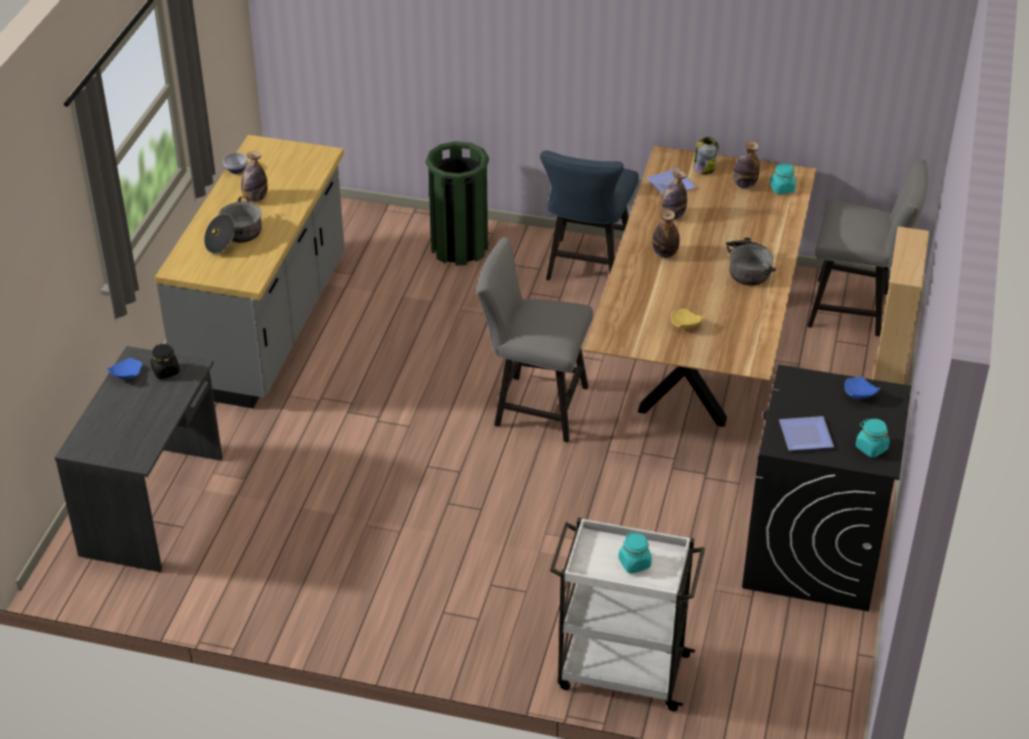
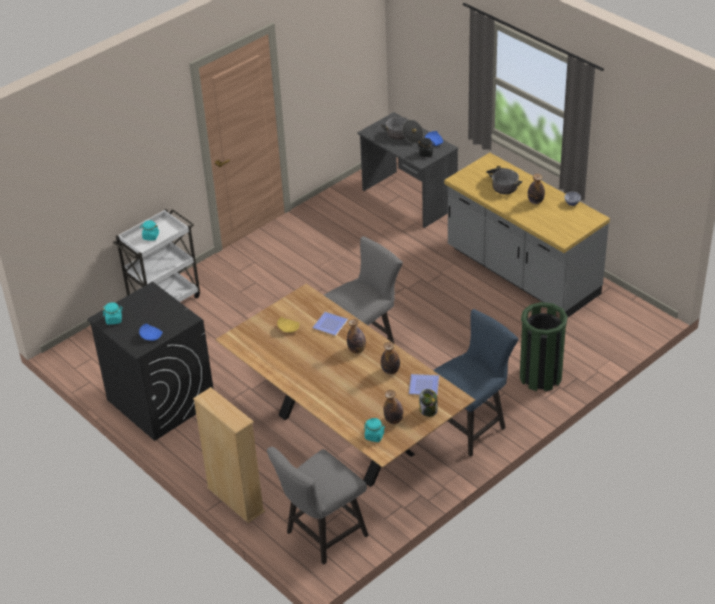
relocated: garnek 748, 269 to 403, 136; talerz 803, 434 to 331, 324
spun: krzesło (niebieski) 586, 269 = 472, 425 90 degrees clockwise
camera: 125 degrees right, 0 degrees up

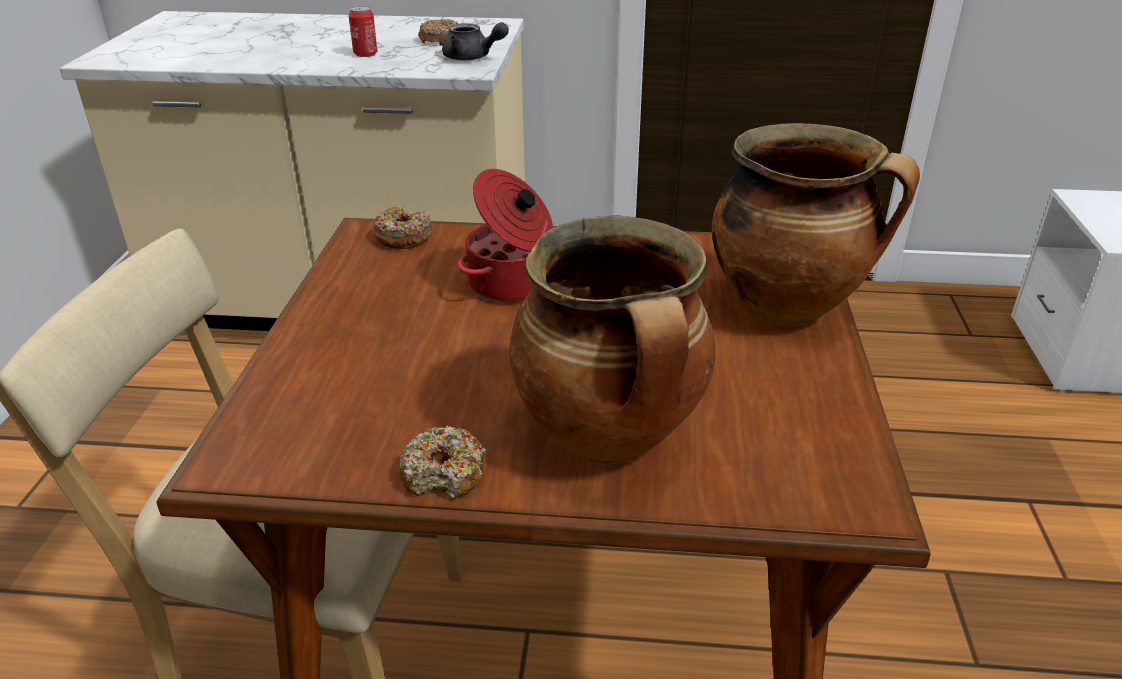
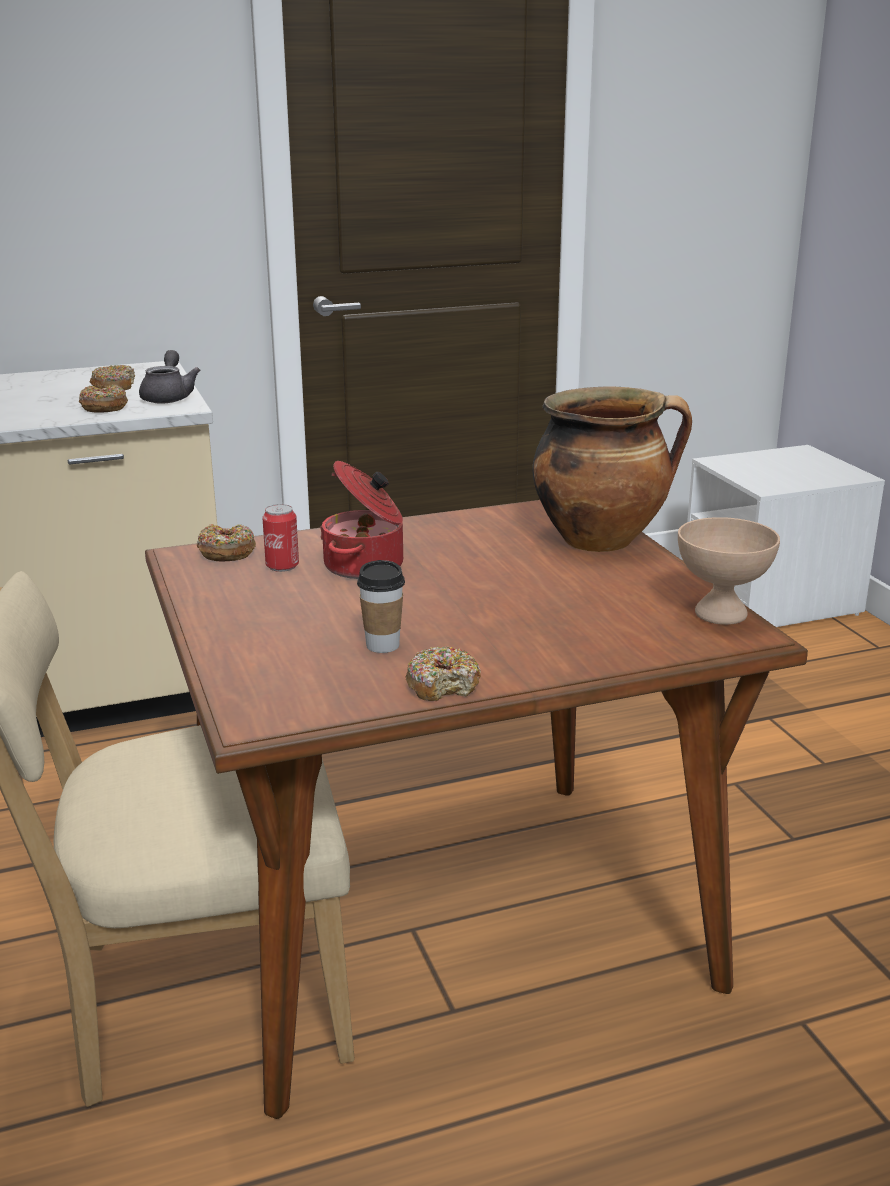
missing: garnek 612, 438
appeared: donut 104, 407; miska (beżowy) 720, 614; filiżanka 382, 645
relocated: puszka 365, 54 to 282, 566
spun: imbryk (szary) 472, 58 = 169, 397 90 degrees counterclockwise
camera: 25 degrees left, 10 degrees down

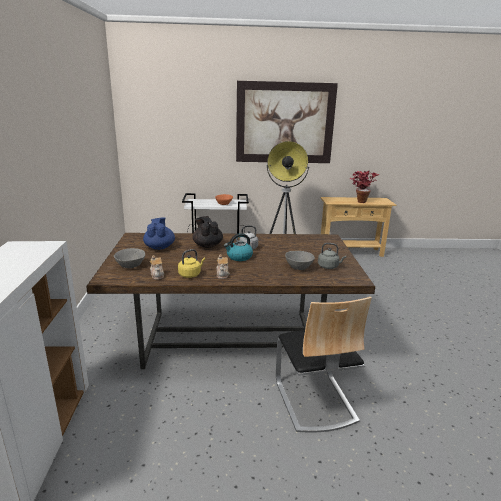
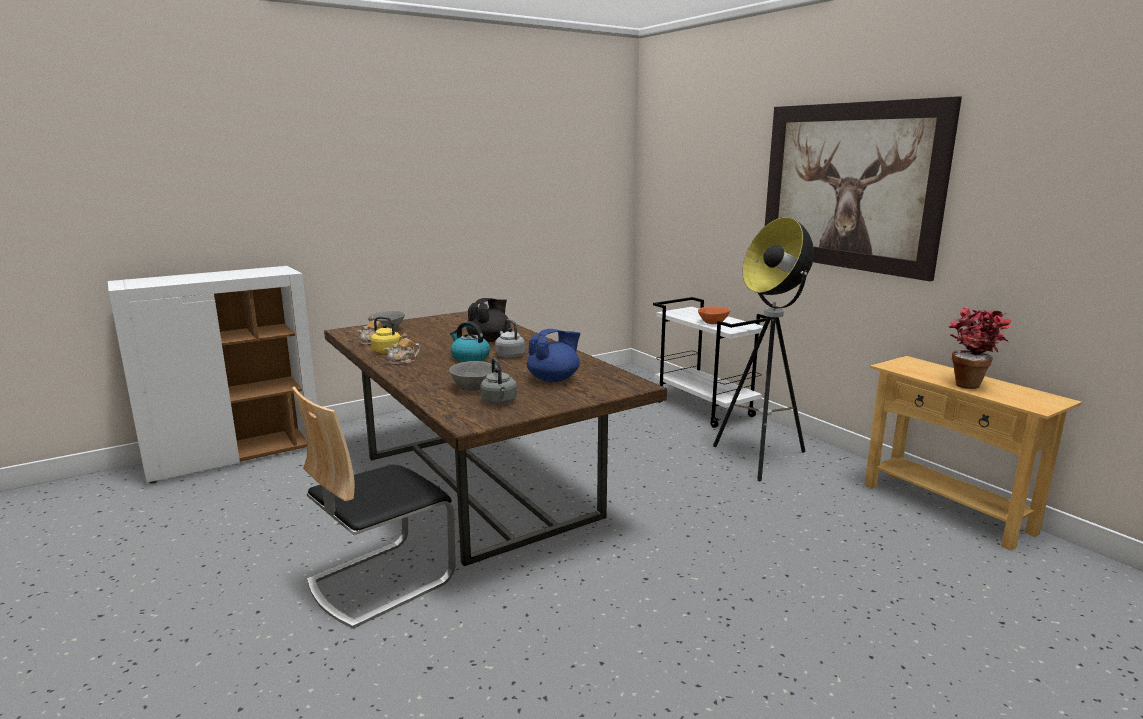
relocated: imbryk (niebieski) 159, 247 to 554, 379
camera: 60 degrees right, 5 degrees down

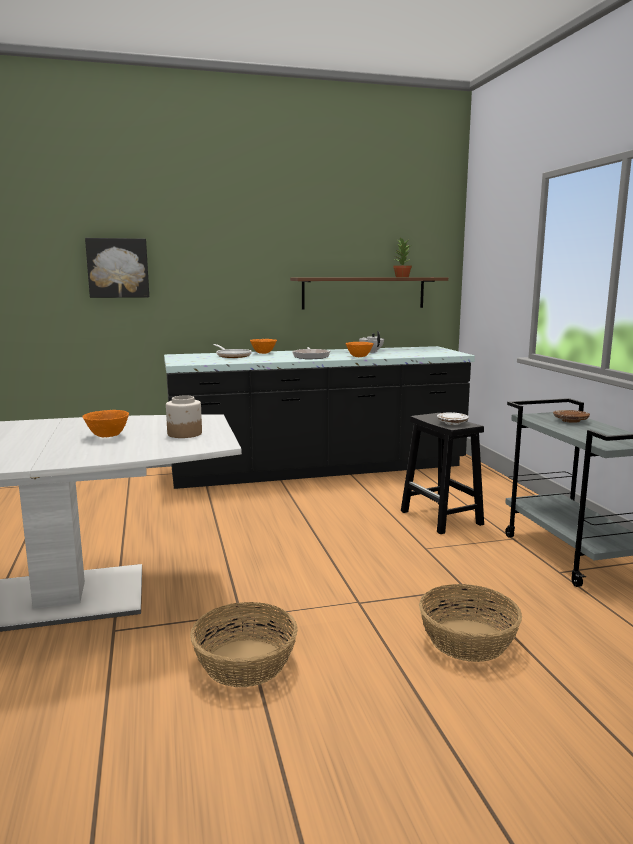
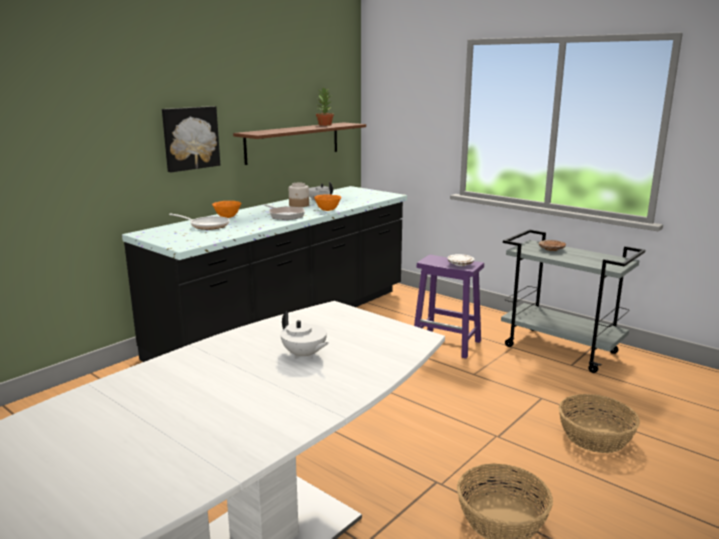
relocated: obraz 118, 268 to 190, 138; słoik 184, 434 to 299, 205
exchanged: miska (pomarańczowy) 107, 436 to imbryk (biały) 304, 355
colour: stołek (czarny) 442, 518 to stołek (fioletowy) 447, 344
camera: 35 degrees left, 5 degrees up

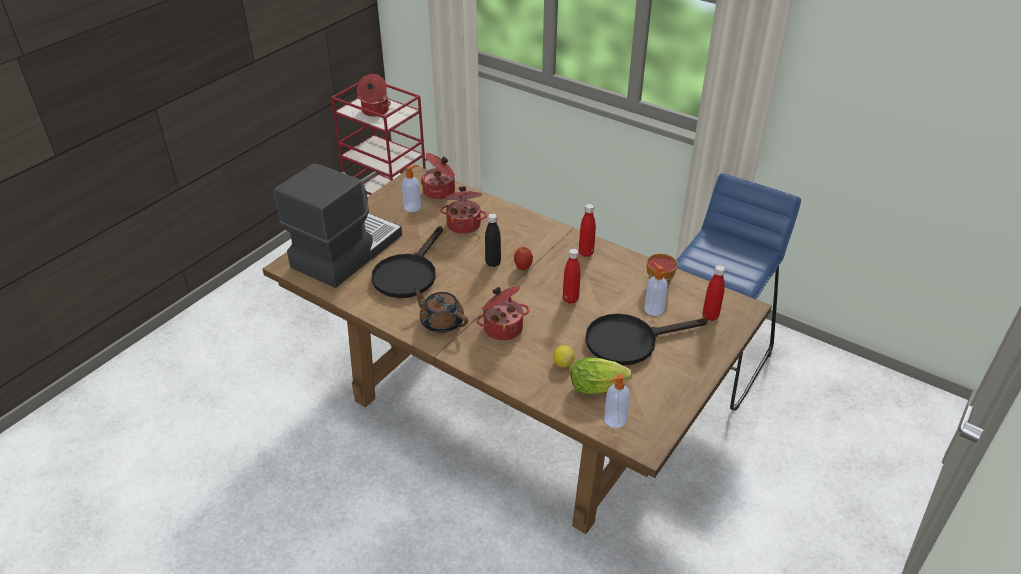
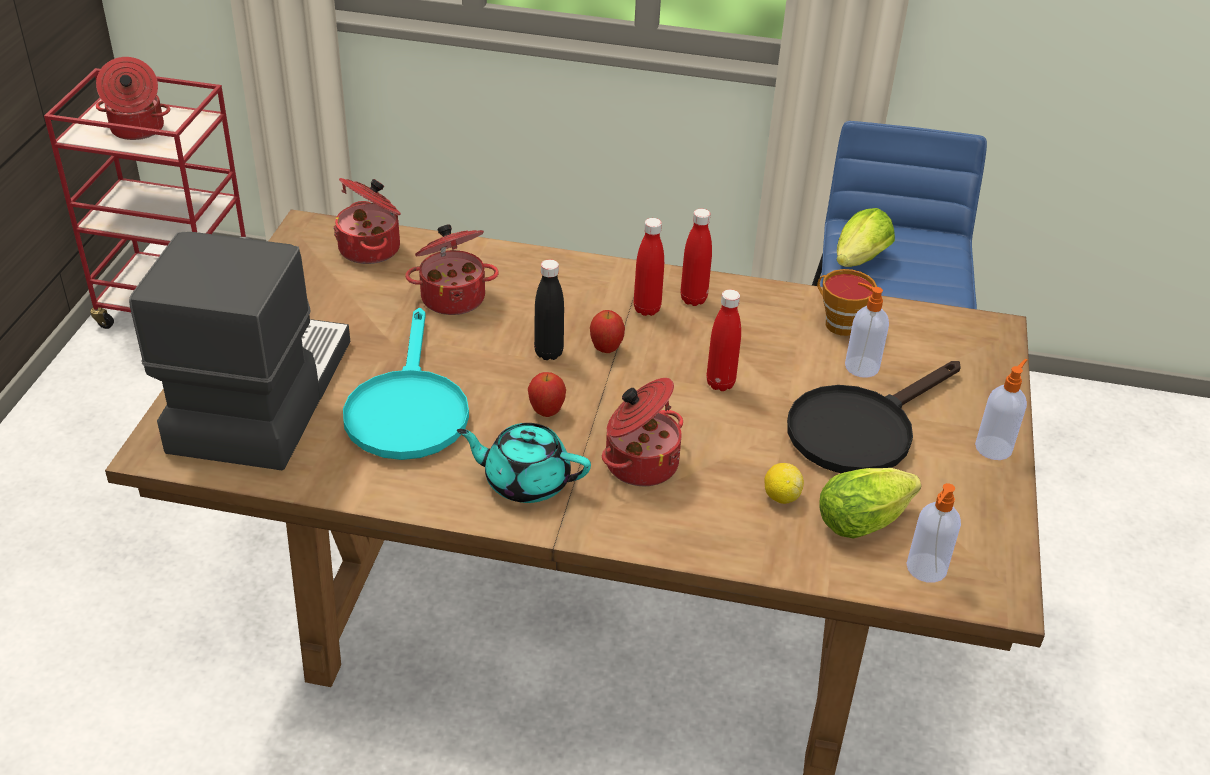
appeared: sałata 857, 263; jabłko 546, 412
relocated: dozownik mydła 413, 207 to 994, 447; butelka (czerwony) 710, 316 to 647, 309
colour: patelnia (czarny) 408, 273 to patelnia (turkusowy) 407, 409; imbryk (brązowy) 441, 322 to imbryk (turkusowy) 525, 481
camera: 25 degrees left, 0 degrees up

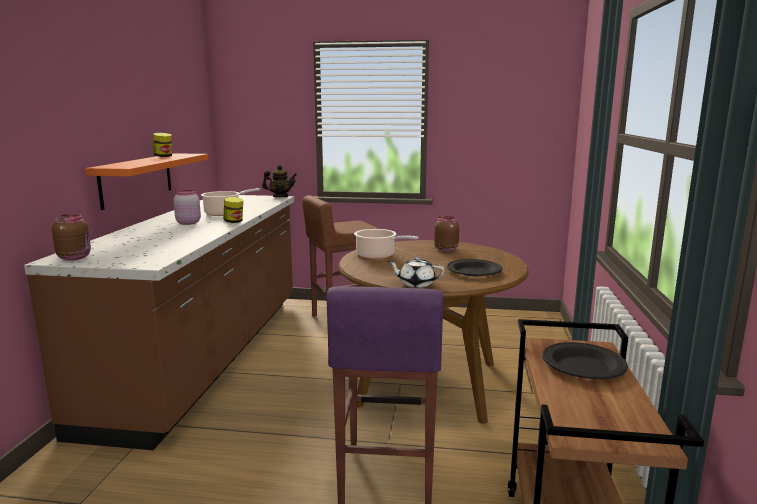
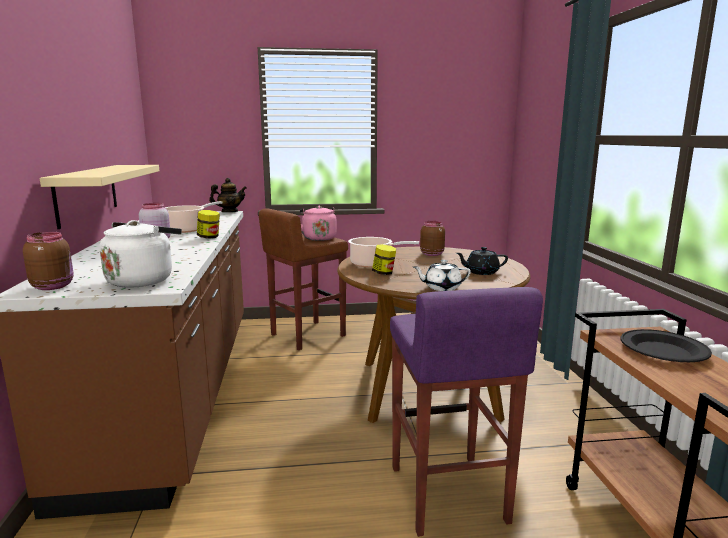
appeared: czajnik (różowy) 318, 238; czajnik (biały) 142, 280
relocated: słoik 163, 156 to 384, 273
exchanged: talerz (czarny) 473, 271 to imbryk (czarny) 481, 272
colour: półka (pomarańczowy) 137, 179 to półka (beżowy) 87, 193
camera: 15 degrees left, 0 degrees up

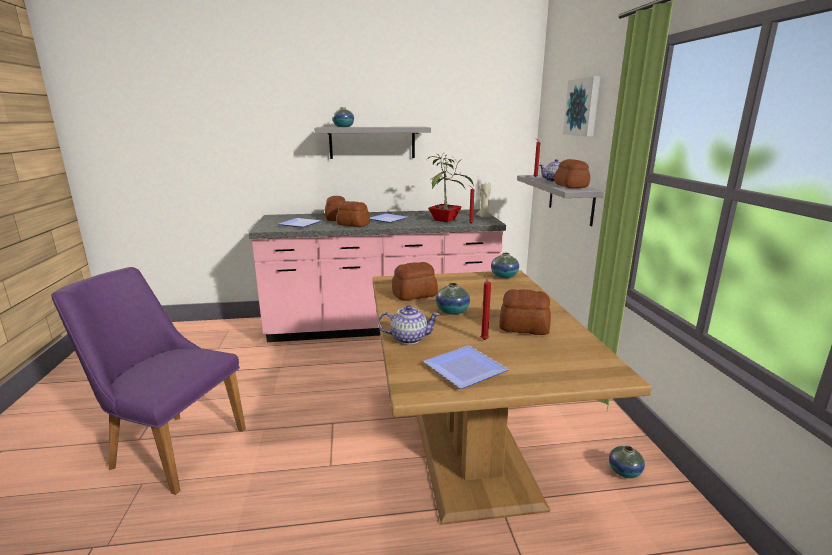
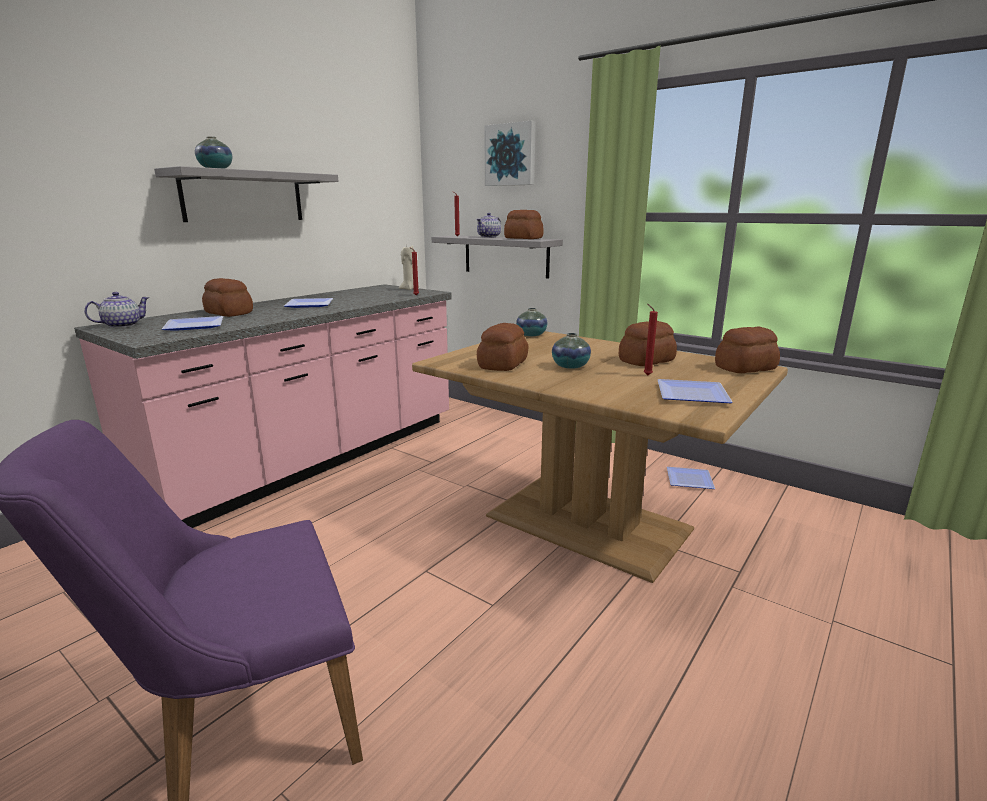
missing: roślina doniczkowa 445, 220
relocated: chleb 353, 224 to 744, 368; imbryk 408, 338 to 122, 325
exchanged: wazon 624, 471 to talerz 688, 480
camera: 45 degrees left, 0 degrees up

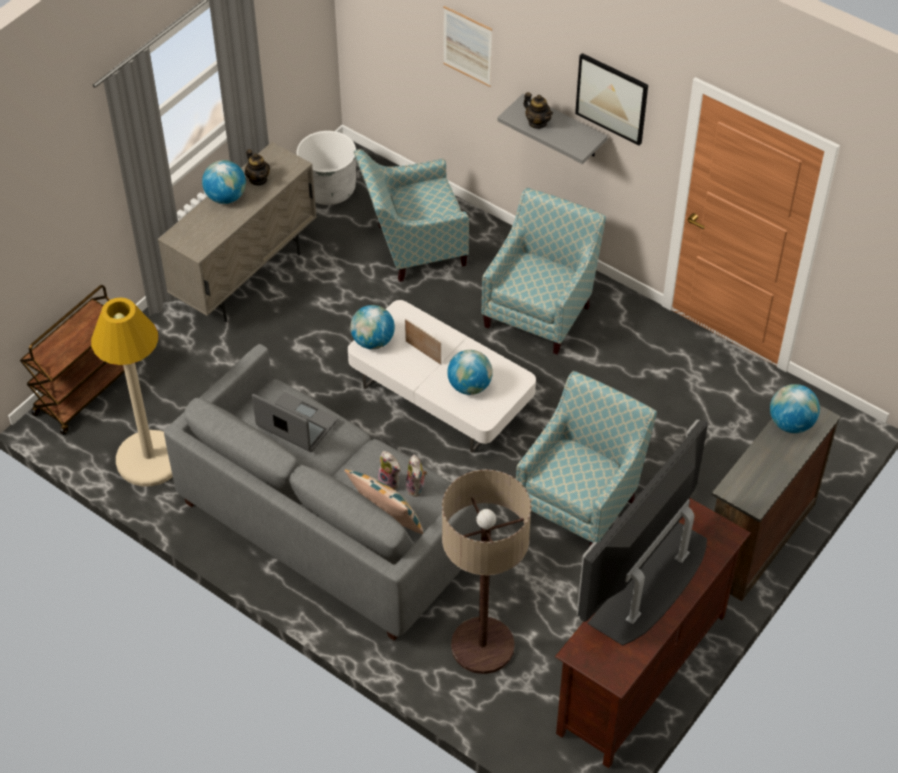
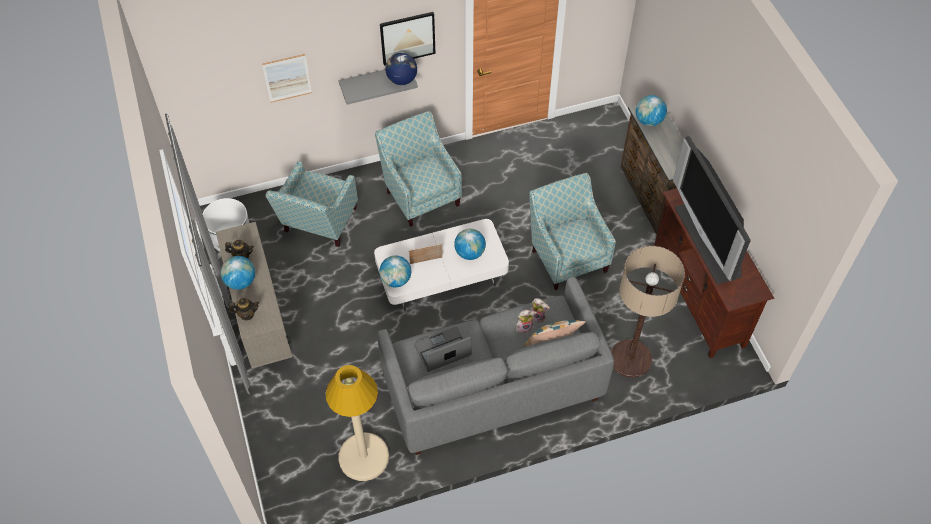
missing: wózek (brązowy) 85, 391
appeared: globus 401, 80
relocated: imbryk 537, 123 to 247, 314
camera: 55 degrees left, 5 degrees up

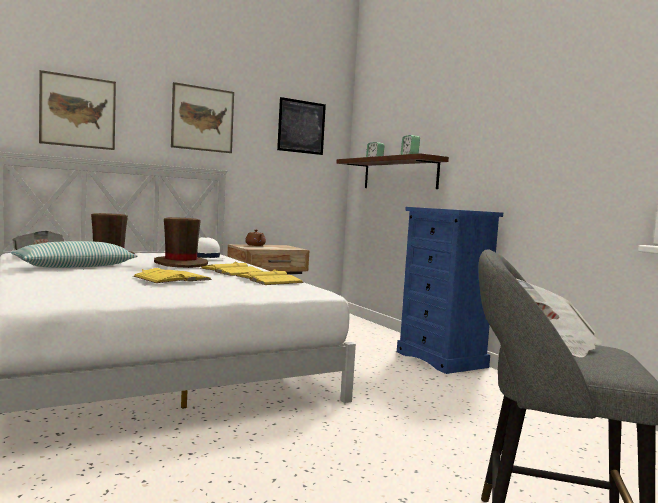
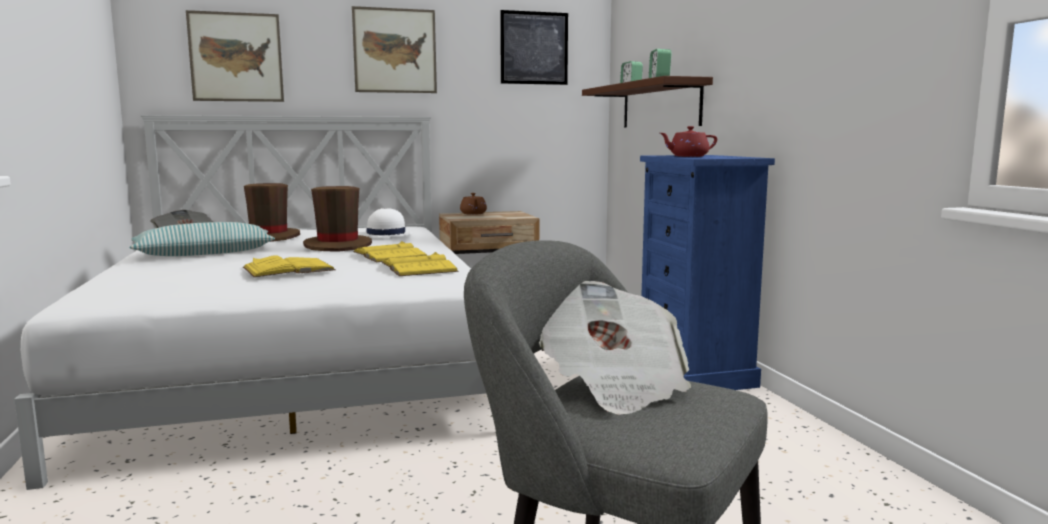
appeared: imbryk (czerwony) 688, 156
camera: 15 degrees right, 5 degrees up

